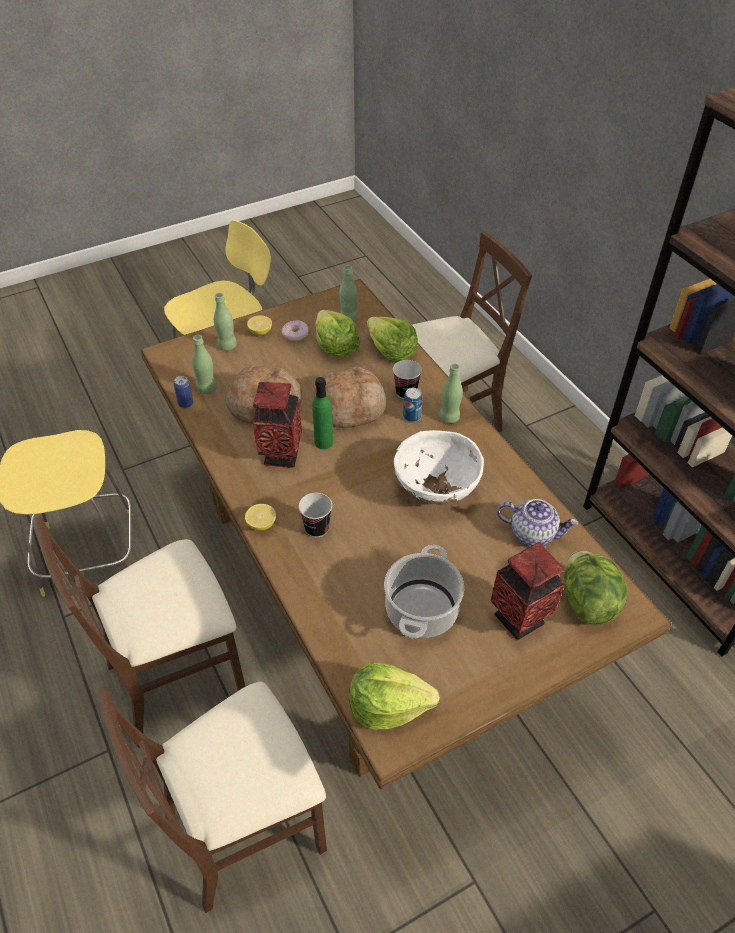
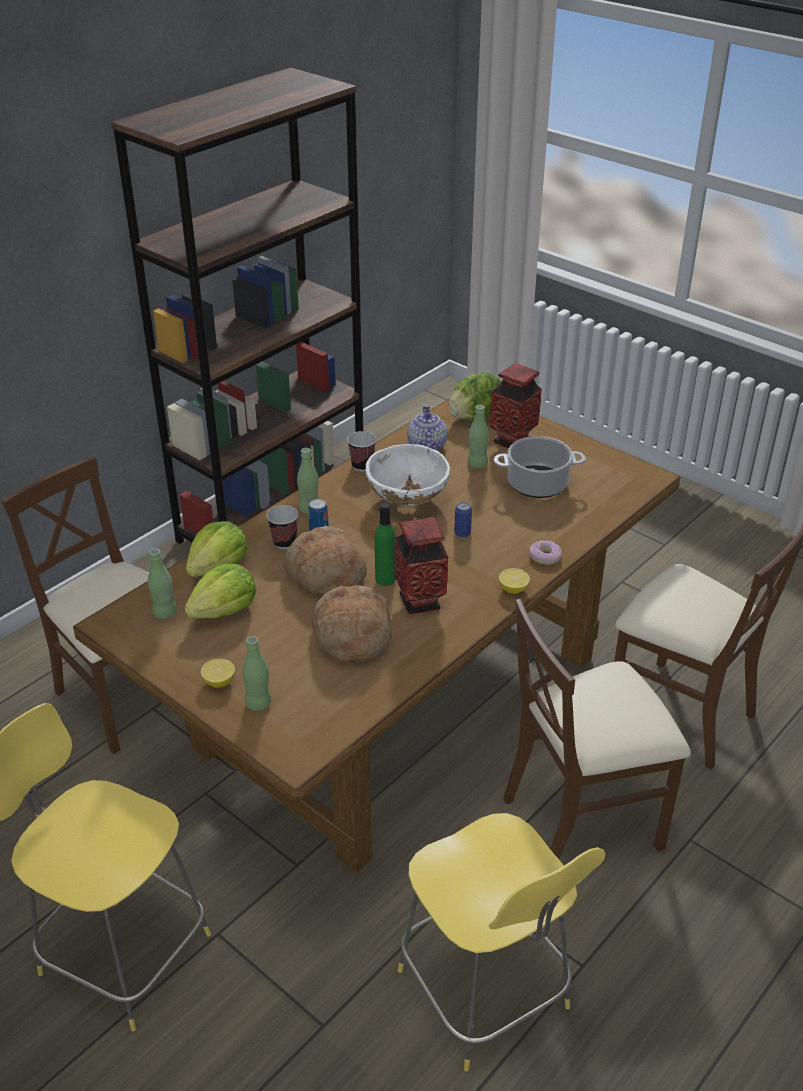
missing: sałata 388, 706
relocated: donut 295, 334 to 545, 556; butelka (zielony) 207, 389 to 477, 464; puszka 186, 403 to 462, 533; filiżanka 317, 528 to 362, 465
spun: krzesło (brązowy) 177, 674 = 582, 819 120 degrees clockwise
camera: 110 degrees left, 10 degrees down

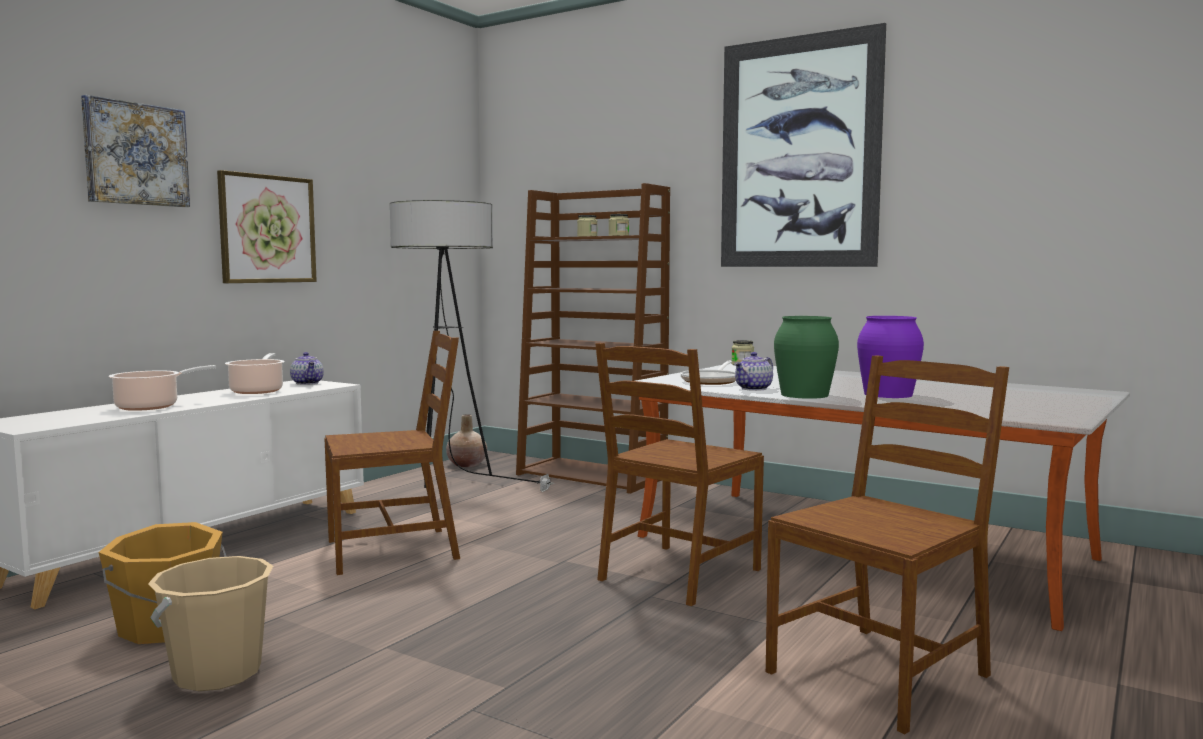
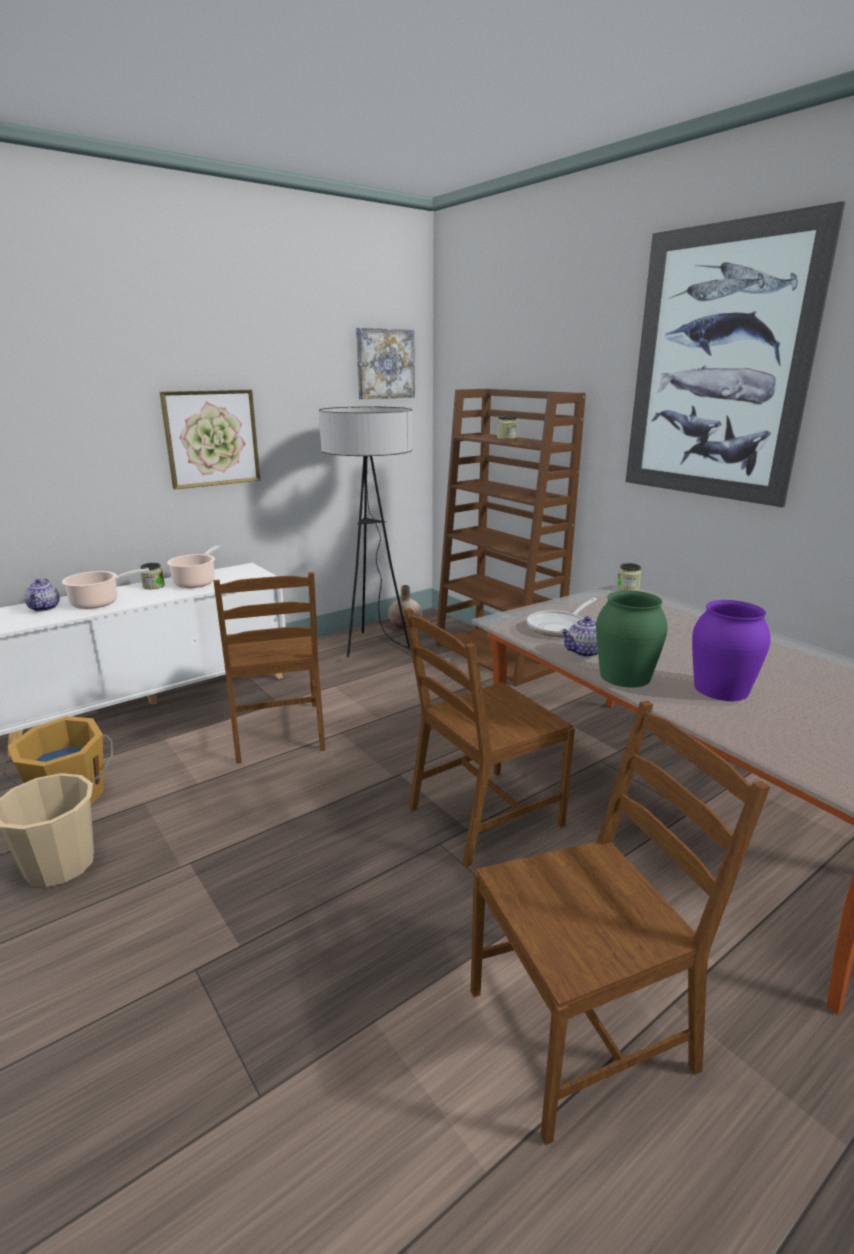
relocated: obraz 135, 154 to 385, 364; słoik 618, 236 to 153, 586; imbryk 308, 383 to 45, 608
spun: krzesło (brązowy) 393, 550 = 278, 732 75 degrees clockwise
camera: 20 degrees right, 15 degrees up

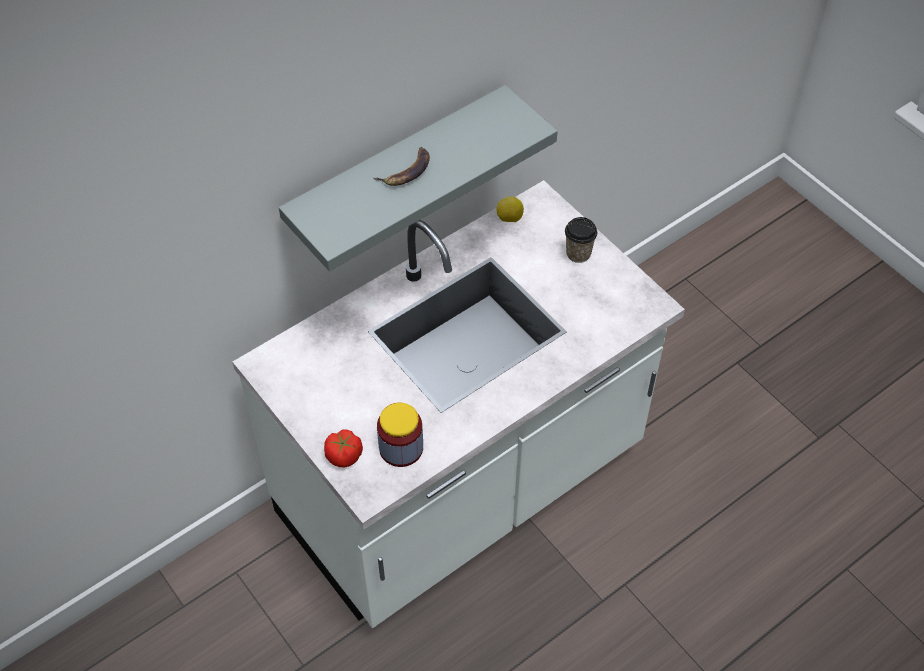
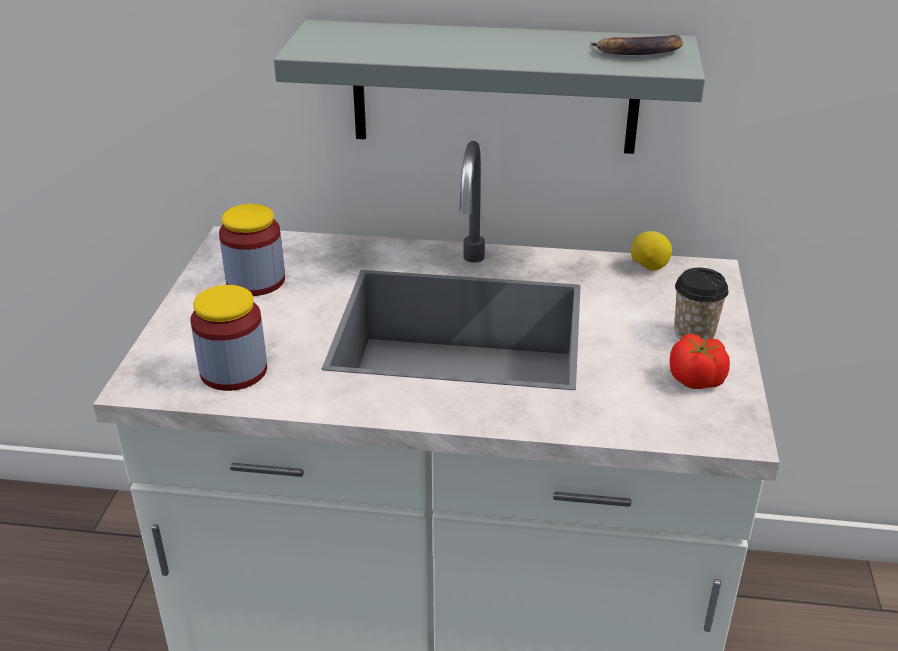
appeared: słoik 255, 281
relocated: banan 407, 171 to 638, 52; pomidor 344, 455 to 696, 380
camera: 45 degrees right, 20 degrees down

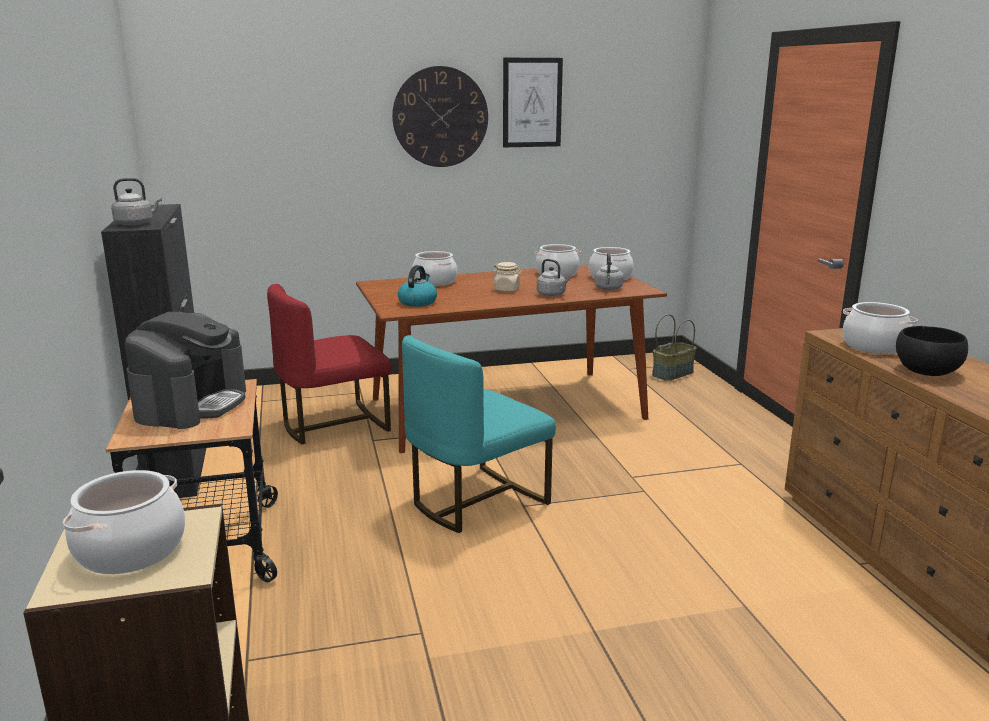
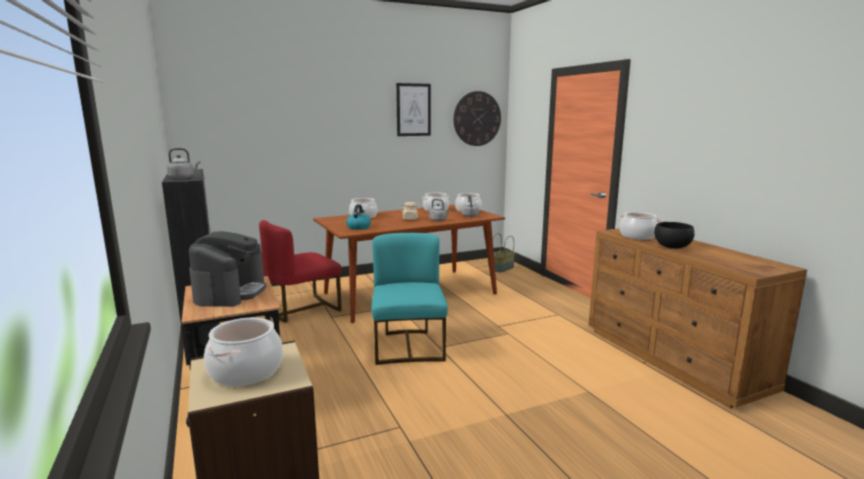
relocated: zegar ścienny 440, 117 to 477, 118
spun: krzesło (turkusowy) 476, 501 = 409, 347 135 degrees clockwise
camera: 10 degrees left, 5 degrees down

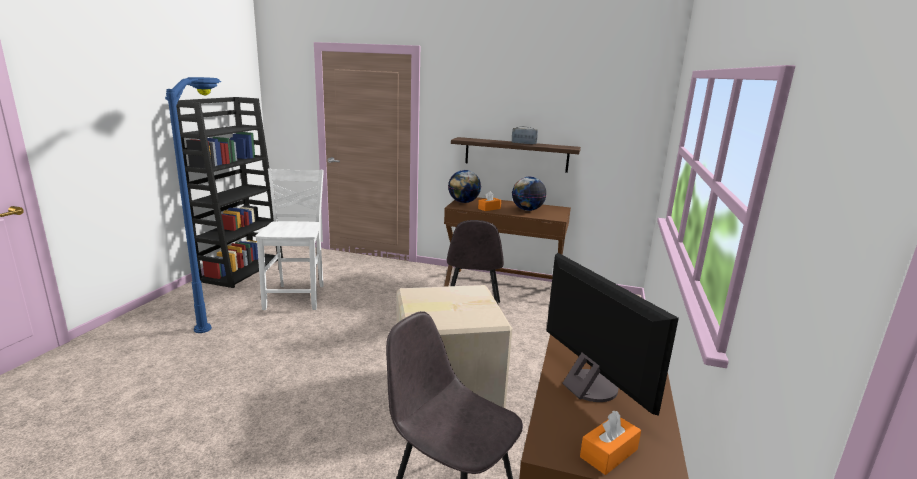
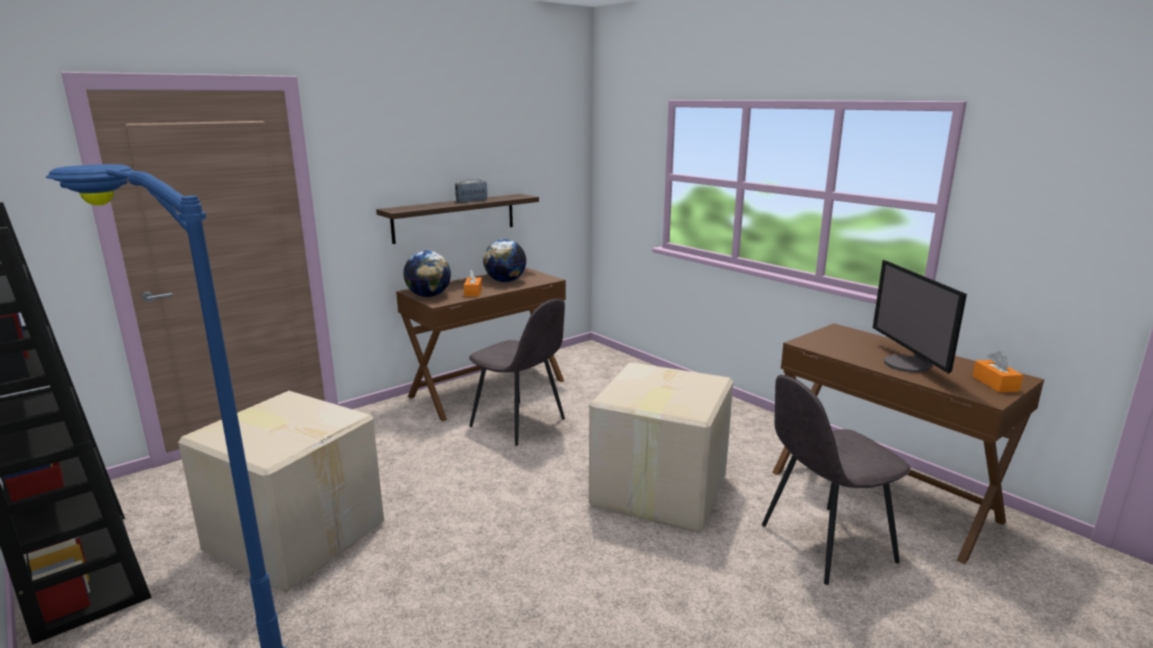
exchanged: krzesło (biały) 297, 296 to karton 296, 535
spun: monitor 589, 386 = 908, 364 105 degrees counterclockwise
camera: 55 degrees left, 0 degrees up

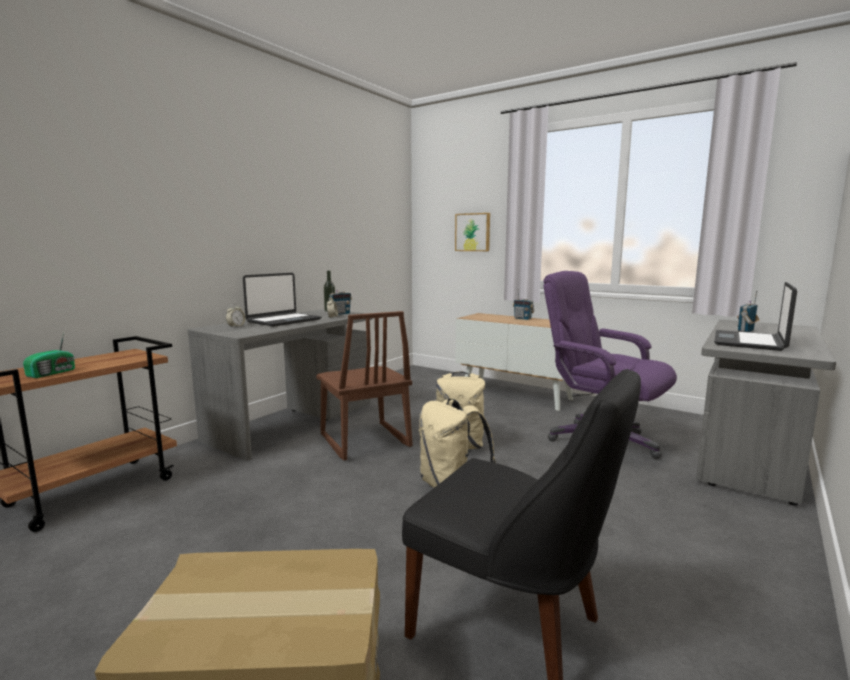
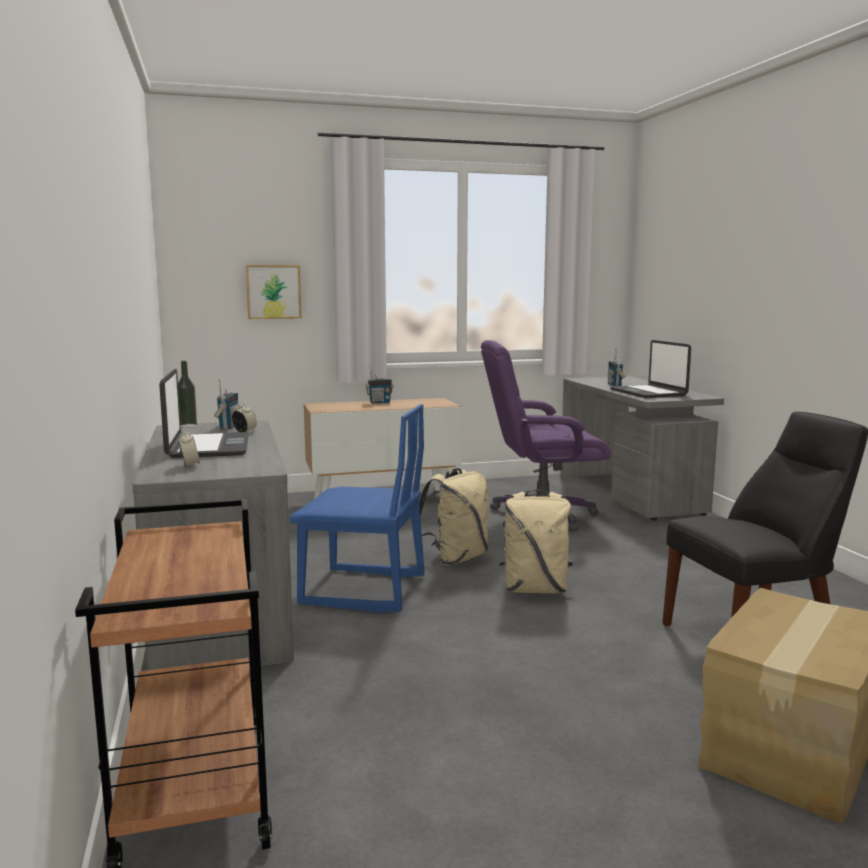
missing: radio 53, 373
colour: krzesło (brązowy) 364, 441 to krzesło (niebieski) 363, 591
camera: 50 degrees left, 0 degrees up

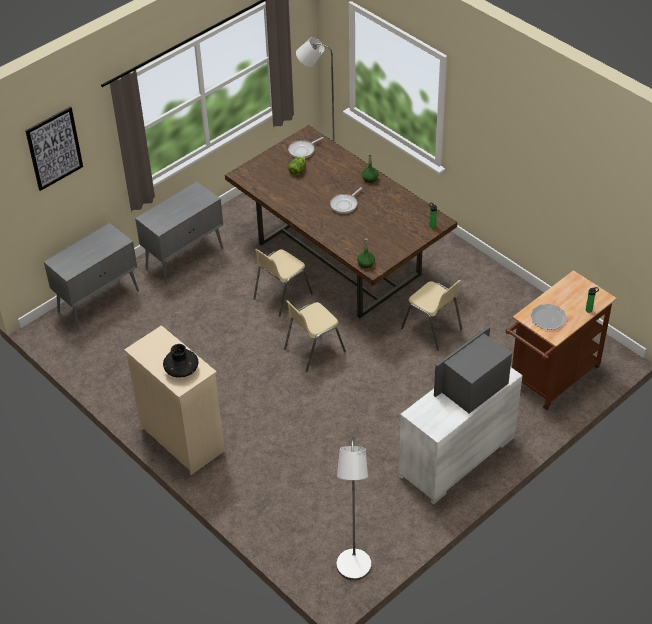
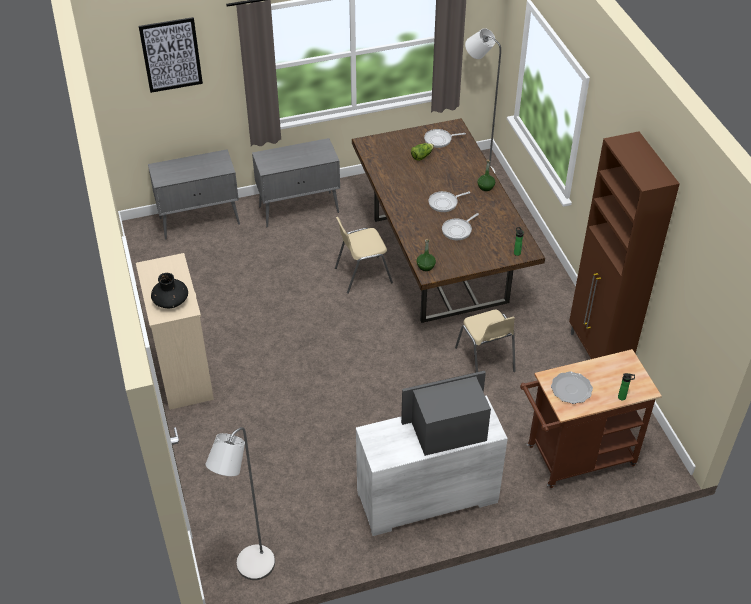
missing: krzesło (beżowy) 313, 350
appeared: szafka (brązowy) 597, 355; patelnia 458, 230
camera: 25 degrees right, 0 degrees up

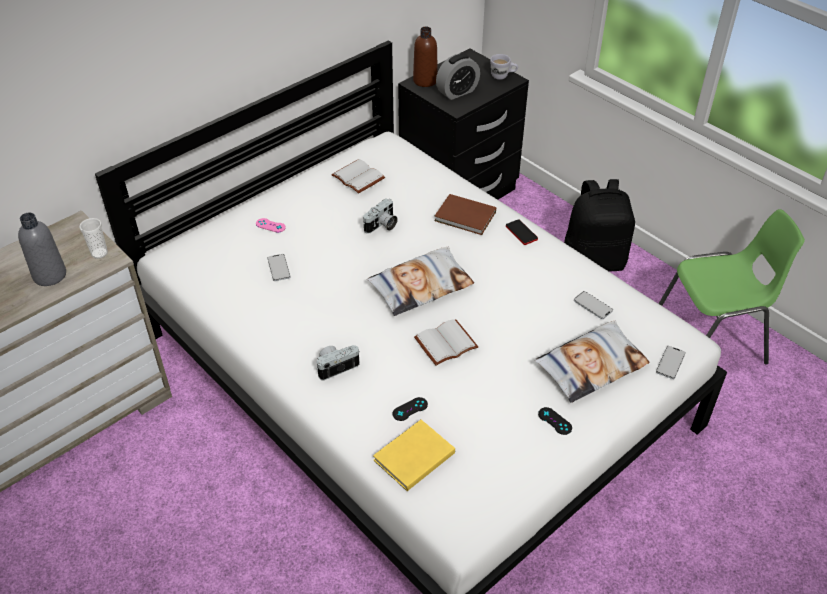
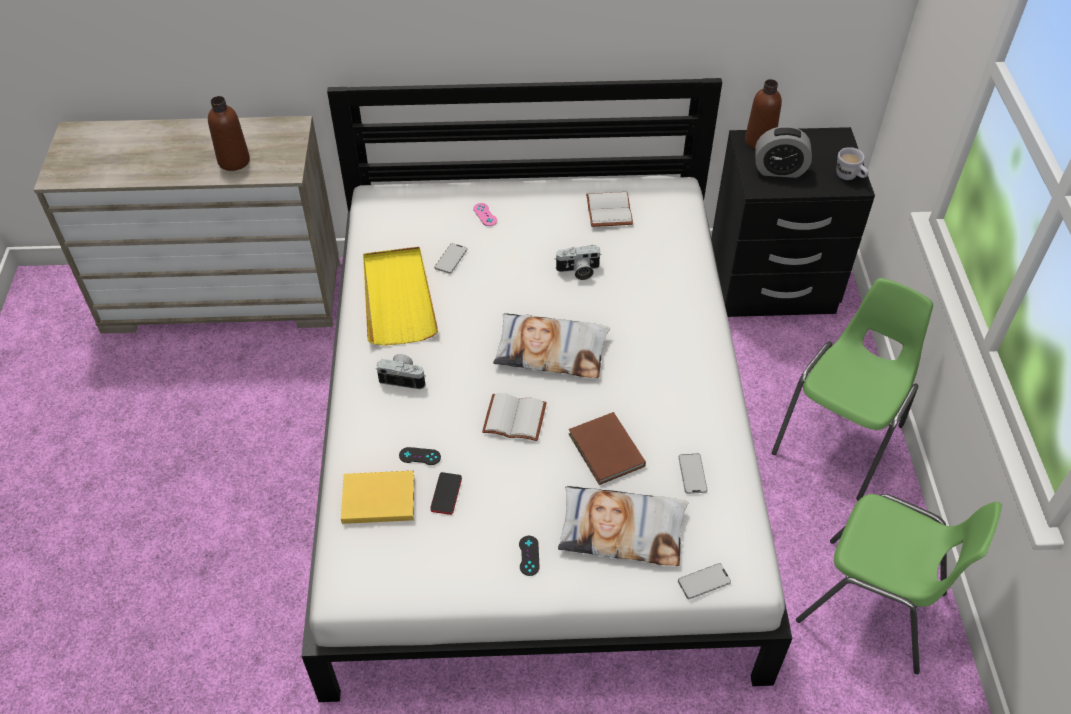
missing: filiżanka 99, 253
appeared: taca (żółty) 398, 298
relocated: książka (brązowy) 466, 217 to 606, 452; telefon 521, 233 to 446, 494
exchanged: plecak (czarny) 594, 260 to krzesło (zielony) 840, 440
colour: butelka (szary) 50, 275 to butelka (brązowy) 234, 161
camera: 40 degrees right, 5 degrees up

